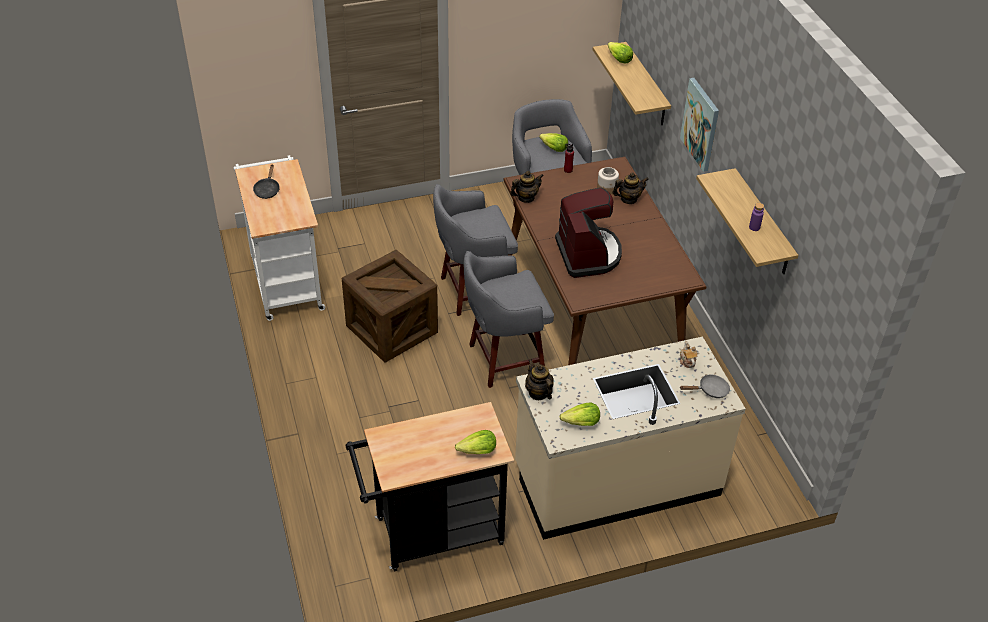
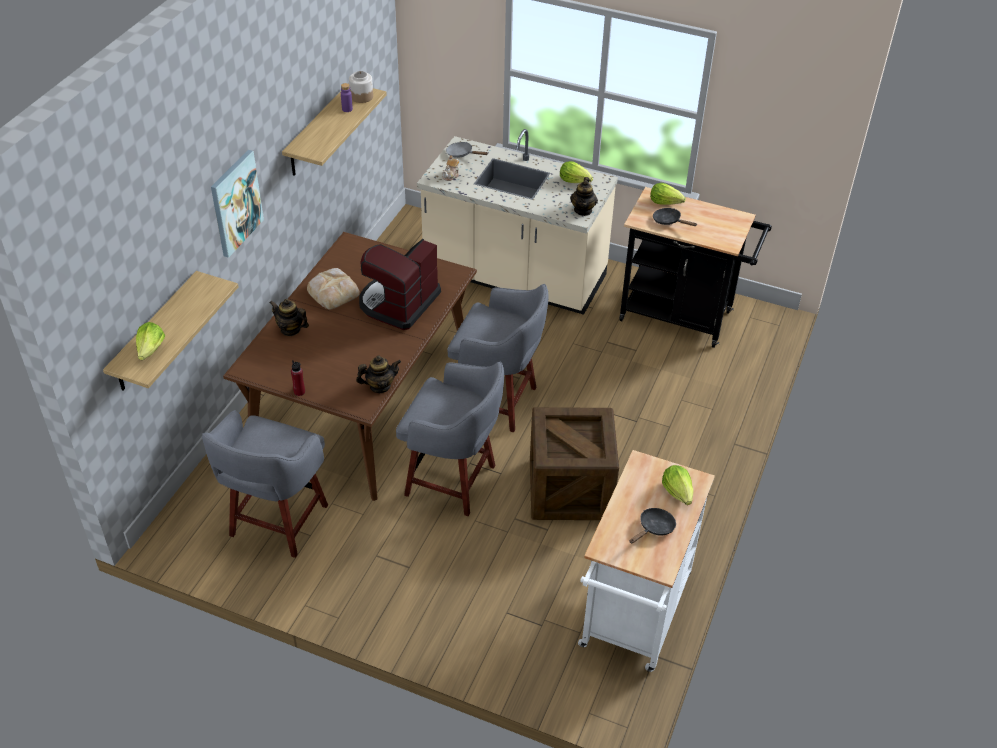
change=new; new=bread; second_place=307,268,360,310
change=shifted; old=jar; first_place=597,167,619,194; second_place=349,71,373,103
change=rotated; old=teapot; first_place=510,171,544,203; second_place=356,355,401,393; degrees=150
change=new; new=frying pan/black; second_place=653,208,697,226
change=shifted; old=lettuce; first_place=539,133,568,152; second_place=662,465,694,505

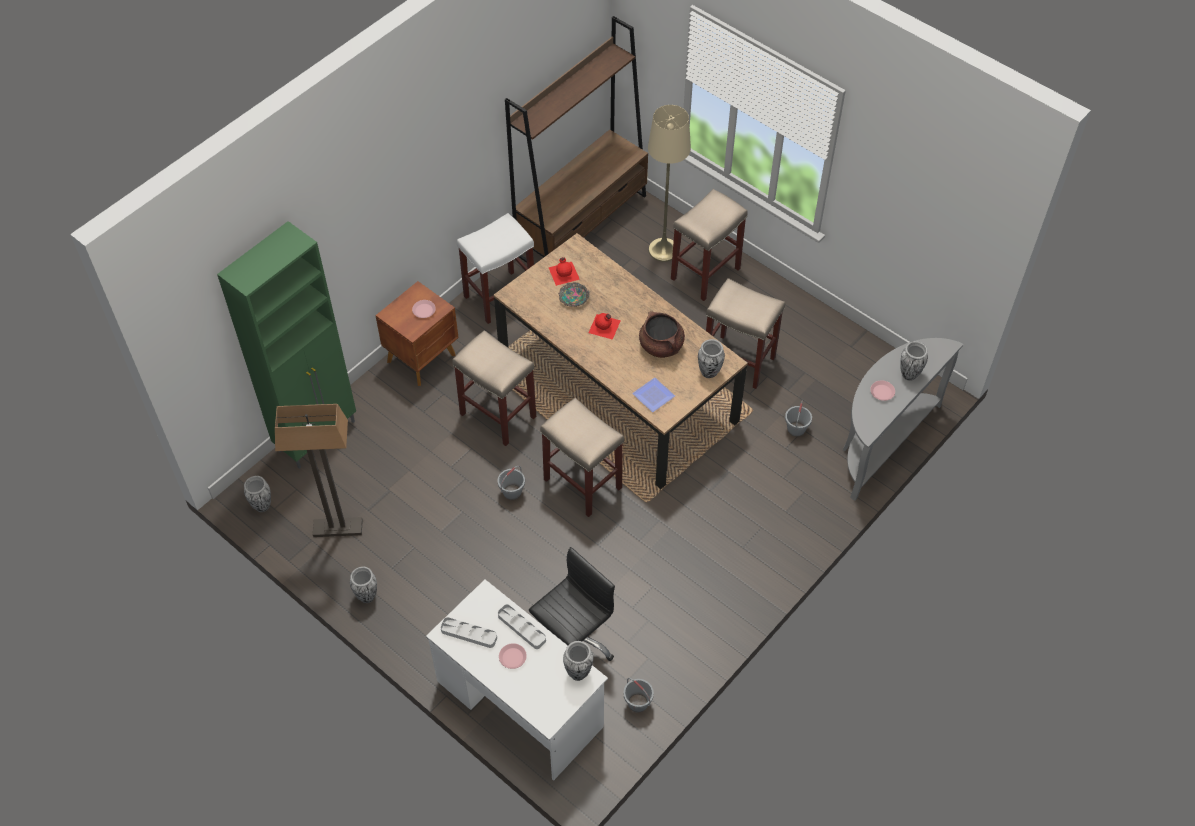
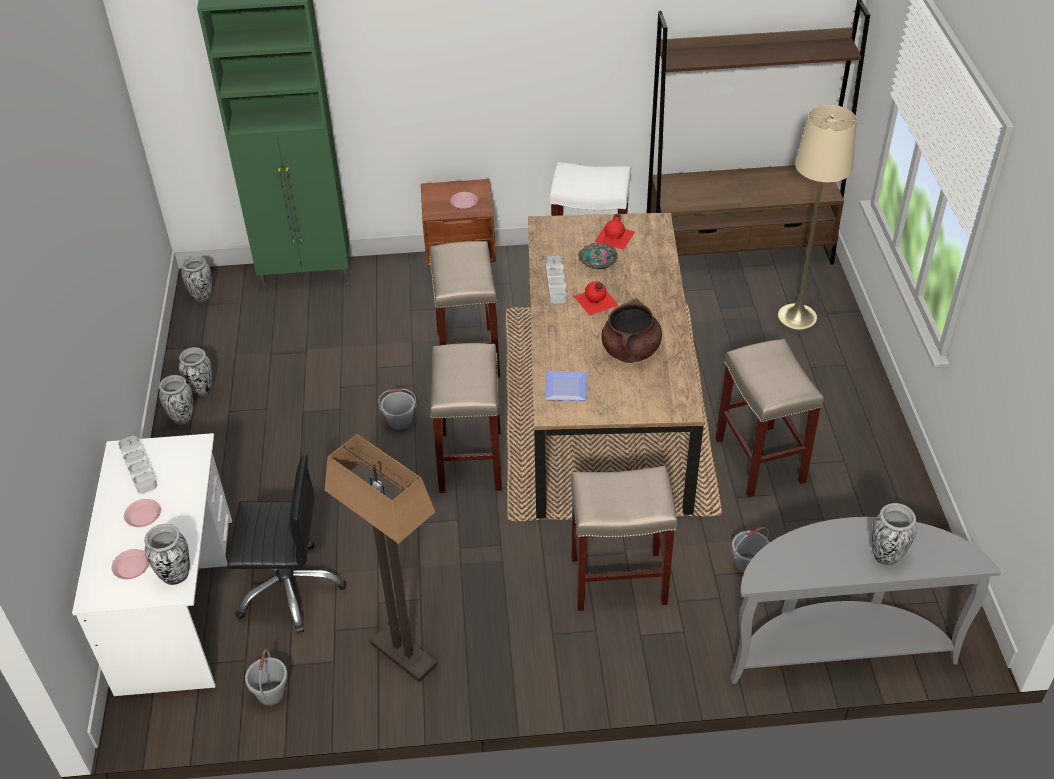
change=shifted; old=plate/pink; first_place=870,380,895,401; second_place=112,549,149,579
change=shifted; old=vase; first_place=698,339,725,378; second_place=179,347,213,396
change=shifted; old=floor lamp; first_place=275,404,363,537; second_place=325,434,438,683
change=shifted; old=tray/grey; first_place=498,604,546,649; second_place=545,256,567,304
change=shifted; old=stool/beige; first_place=671,189,748,301; second_place=570,466,677,611

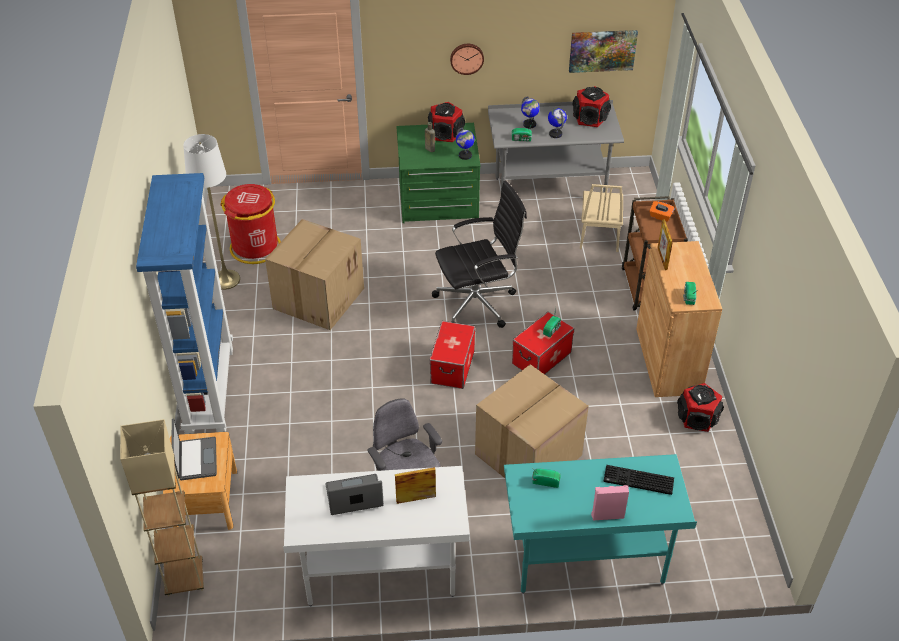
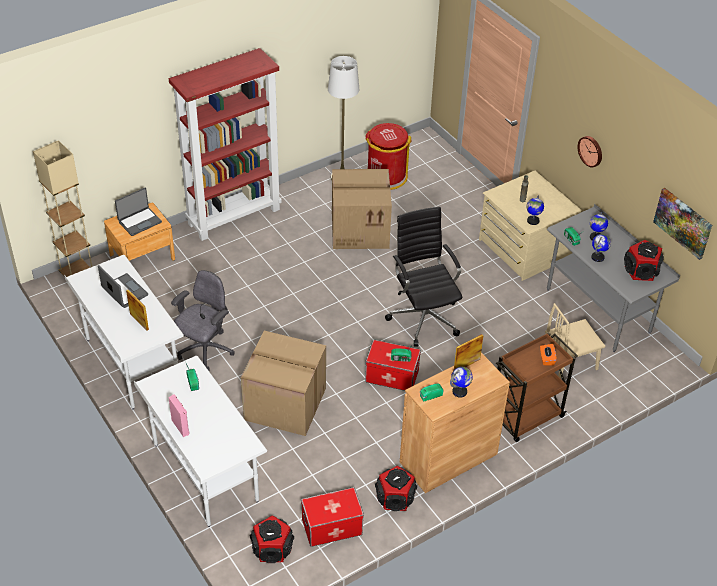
change=repainted; old=desk/turquoise; new=desk/white; first_place=504,454,697,594; second_place=134,356,267,527
change=repainted; old=bookcase/blue; new=bookcase/red; first_place=136,173,233,434; second_place=169,48,282,241
change=shifted; old=speaker; first_place=428,102,465,142; second_place=250,515,294,563
change=shifted; old=storage box; first_place=429,321,475,389; second_place=301,487,364,547
change=rotated; old=office chair/black; first_place=432,181,527,328; second_place=385,207,462,347; degrees=-150
change=new; new=globe; second_place=450,367,473,398
change=repainted; old=dresser/green; new=dresser/beige; first_place=396,123,481,223; second_place=479,171,582,281
change=gone; old=keyboard; first_place=603,465,674,495

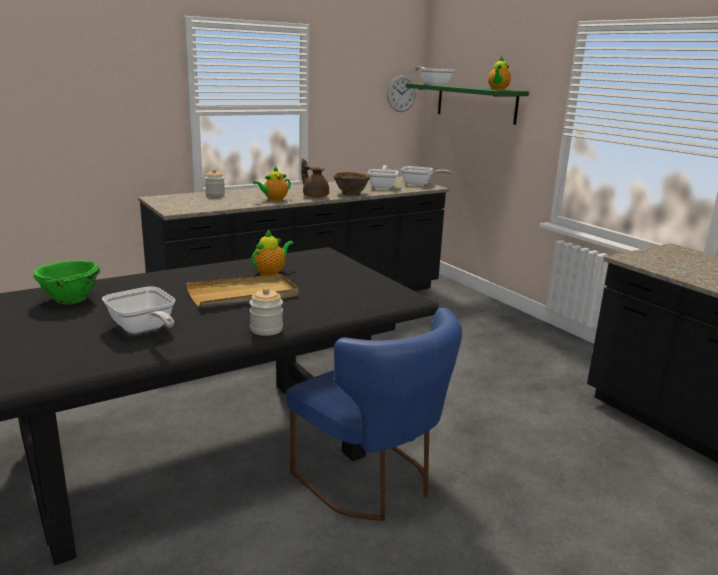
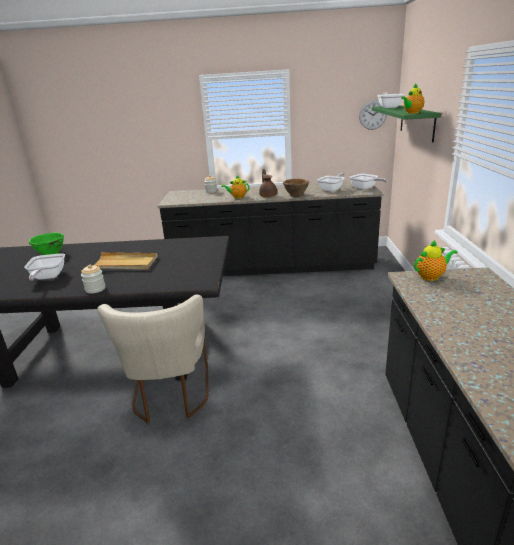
change=repainted; old=chair/blue; new=chair/beige; first_place=286,308,462,521; second_place=97,295,209,424
change=shifted; old=teapot; first_place=251,229,294,276; second_place=414,240,458,281

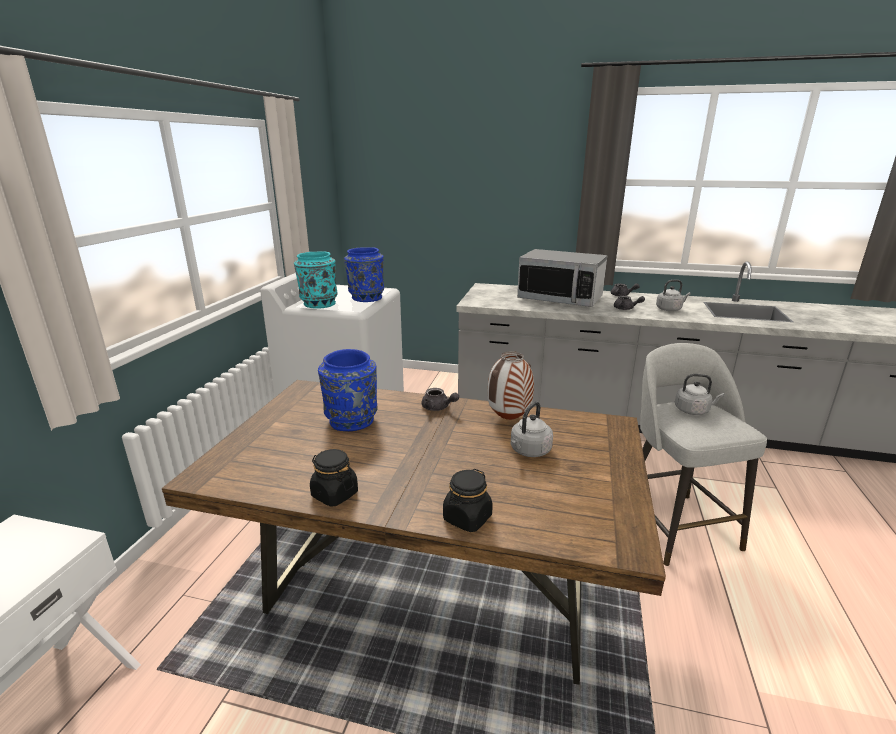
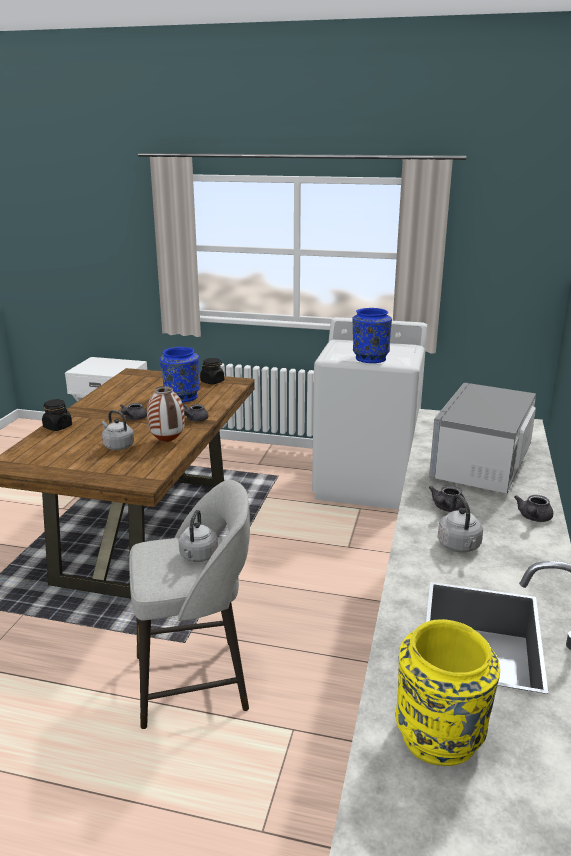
change=new; new=teapot/grey; second_place=120,403,147,420
change=shifted; old=jar/black; first_place=310,449,358,507; second_place=200,358,224,384
change=new; new=vase/yellow; second_place=396,619,500,766
change=gone; old=vase/turquoise; first_place=294,251,338,309

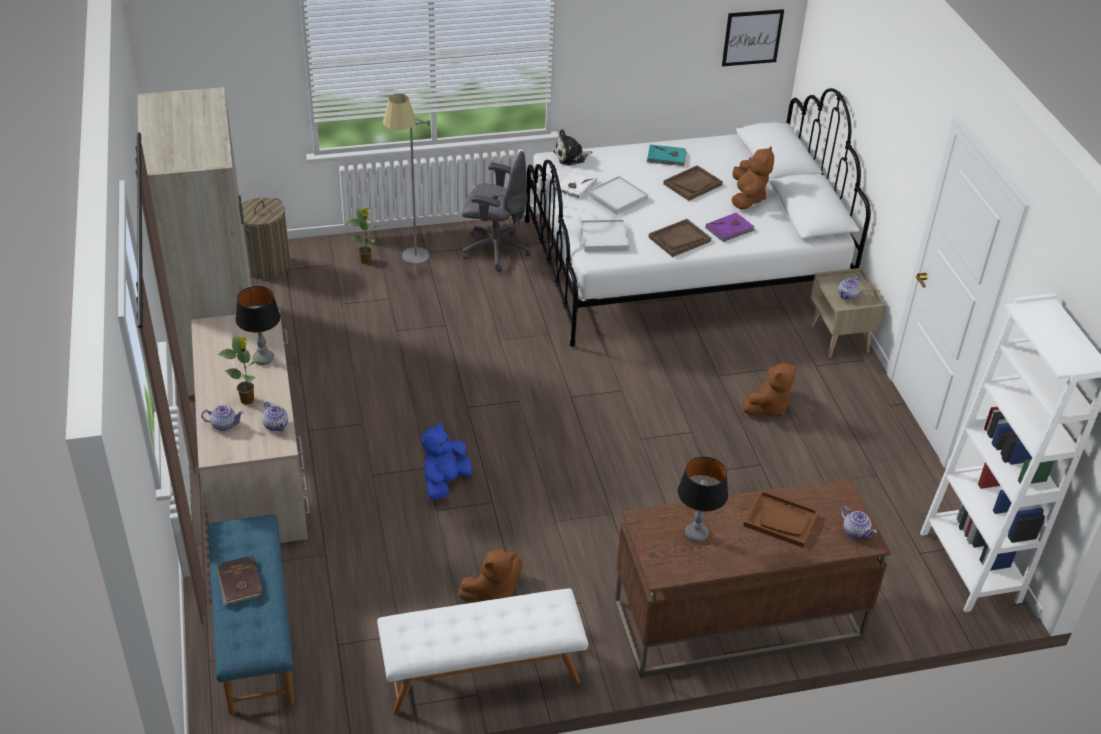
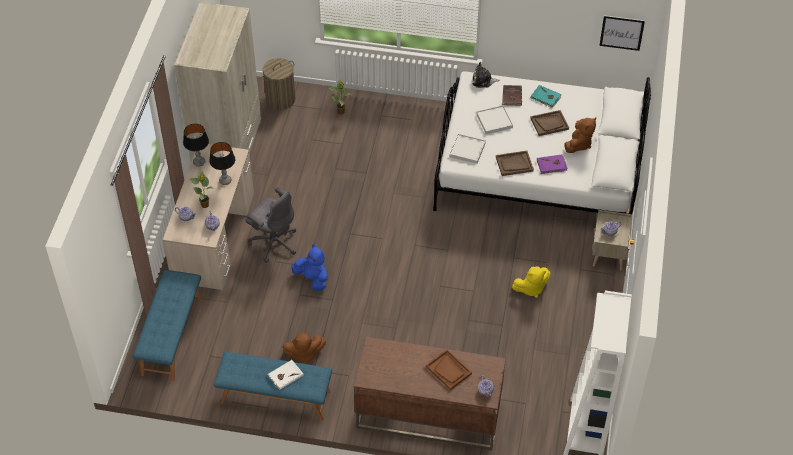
change=shifted; old=table lamp; first_place=678,457,728,542; second_place=183,124,209,167
change=repainted; old=bench/white; new=bench/blue; first_place=377,588,588,715; second_place=214,352,332,421
change=shifted; old=office chair/grey; first_place=462,151,531,272; second_place=245,187,296,263
change=shifted; old=book/white; first_place=555,169,597,199; second_place=267,360,304,390
change=rotated; old=plush toy/blue; first_place=421,423,472,500; second_place=292,244,328,291; degrees=75
change=shifted; old=book/brown; first_place=216,555,264,605; second_place=502,85,522,106
change=repainted; old=plush toy/brown; new=plush toy/yellow; first_place=743,363,798,416; second_place=512,266,551,298
change=gone; old=floor lamp/grey; first_place=383,94,430,264

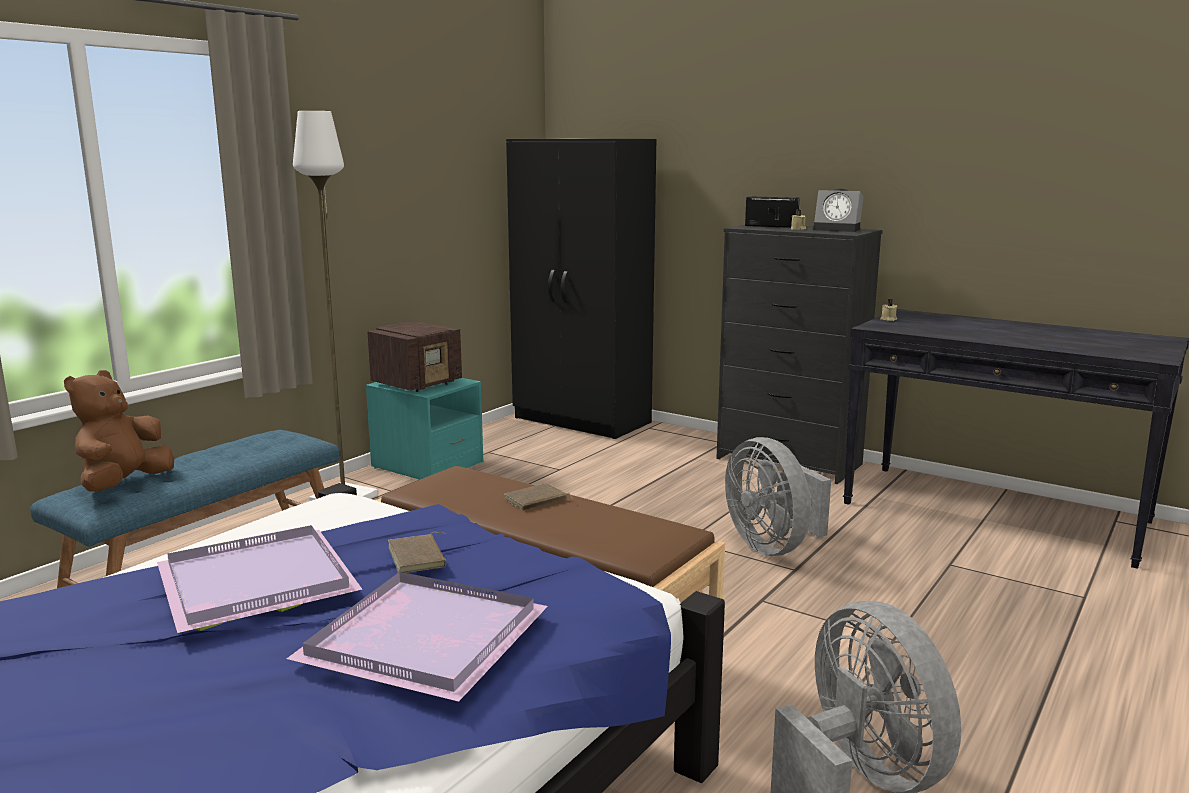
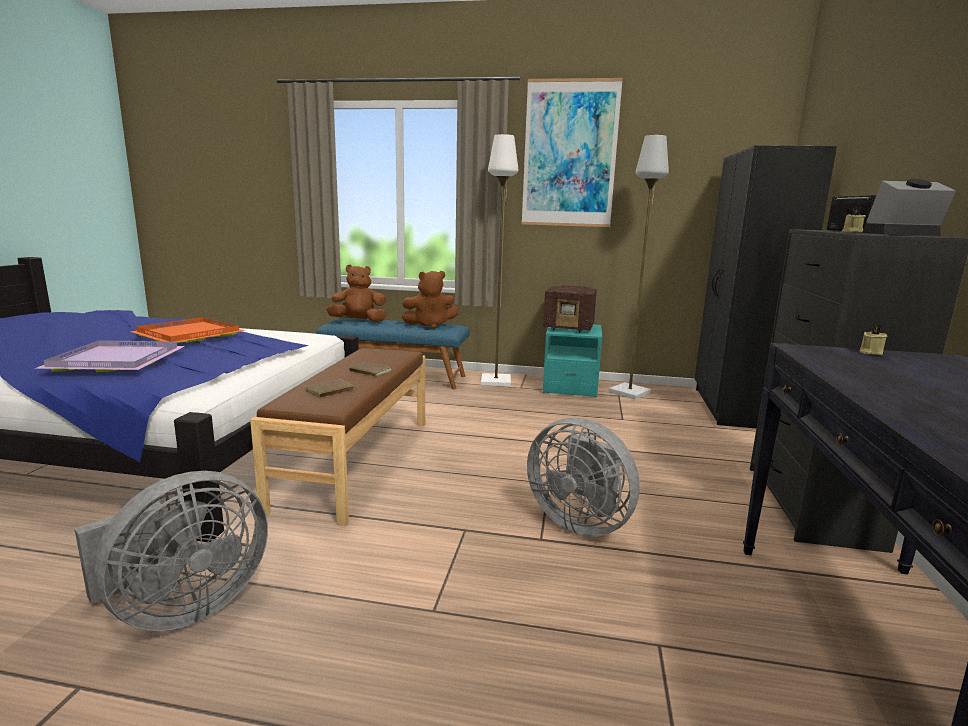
change=repainted; old=tray/purple; new=tray/orange; first_place=157,525,363,633; second_place=130,317,246,343
change=shifted; old=book/brown; first_place=388,532,447,573; second_place=305,379,358,398
change=new; new=plush toy/brown; second_place=402,271,459,329
change=new; new=picture; second_place=521,78,623,227
change=rotated; old=fan/grey; first_place=725,437,831,556; second_place=527,418,640,537; degrees=-90
change=new; new=floor lamp/grey; second_place=609,135,669,399
change=rotated; old=alarm clock; first_place=813,189,864,232; second_place=862,179,956,236; degrees=90

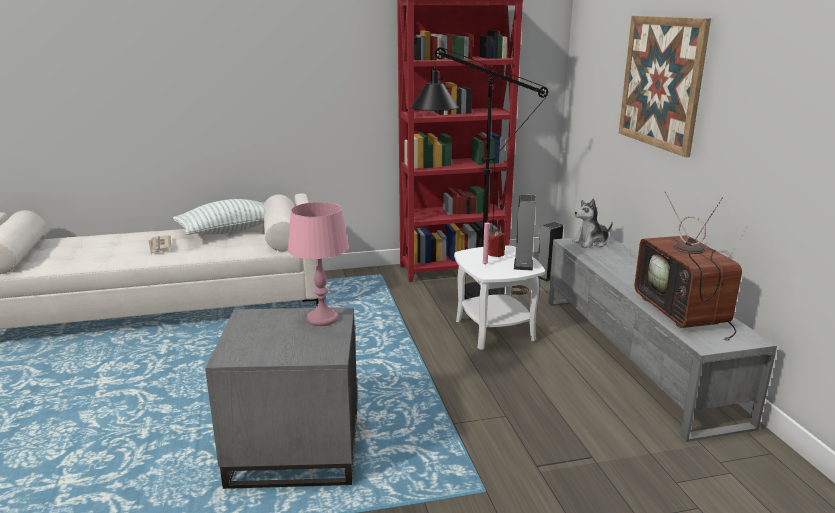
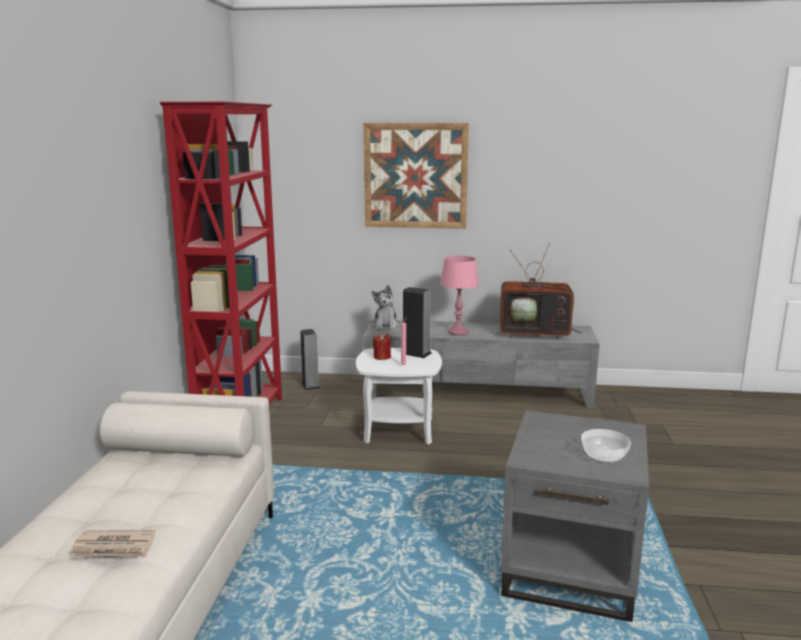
change=shifted; old=table lamp/pink; first_place=287,202,349,326; second_place=440,256,479,335
change=new; new=bowl; second_place=581,429,631,463
change=gone; old=pillow; first_place=173,199,267,235
change=gone; old=floor lamp/black; first_place=410,47,548,300

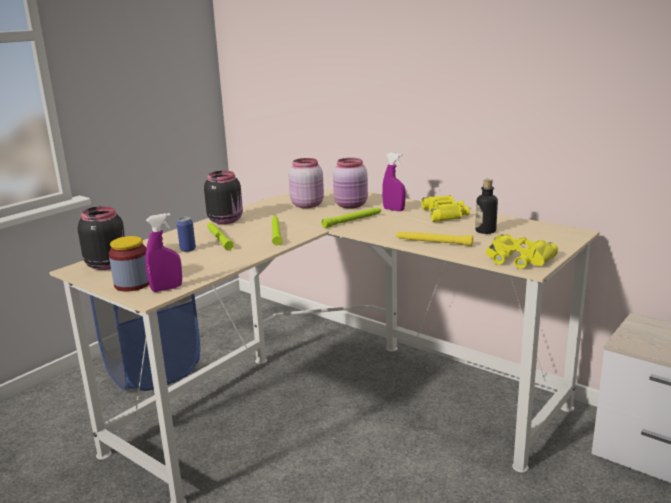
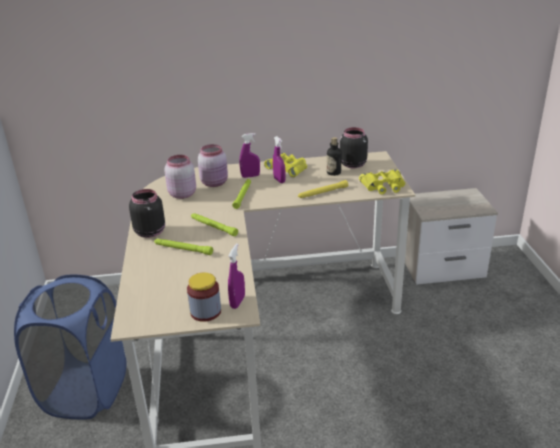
change=new; new=spray bottle/purple; second_place=273,136,286,183
change=shifted; old=jar/black; first_place=78,206,125,270; second_place=340,127,368,169
change=gone; old=can; first_place=177,217,196,252

